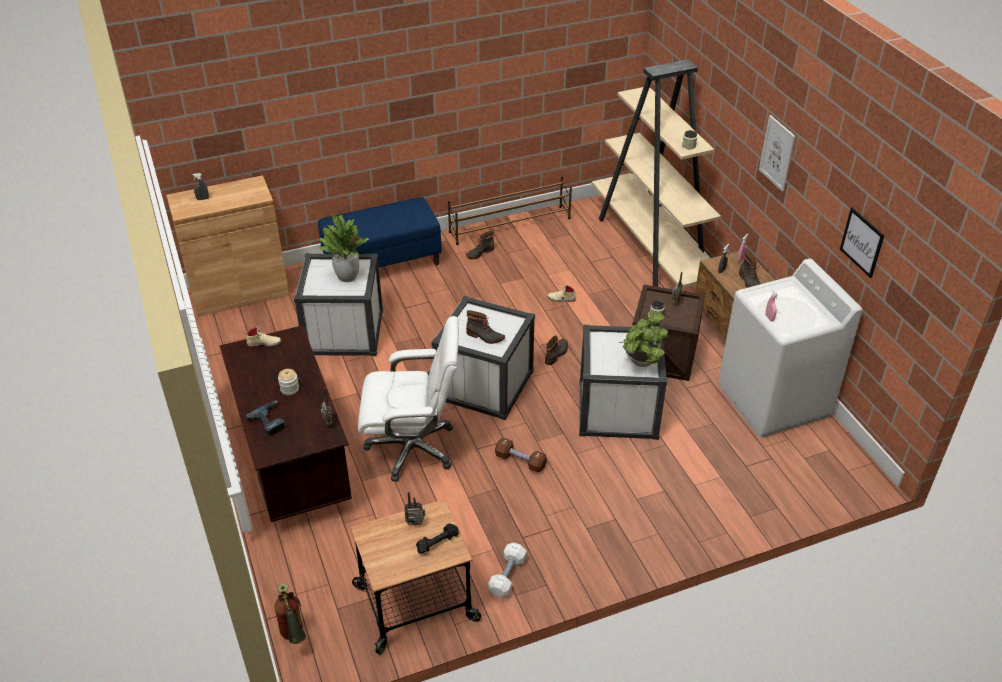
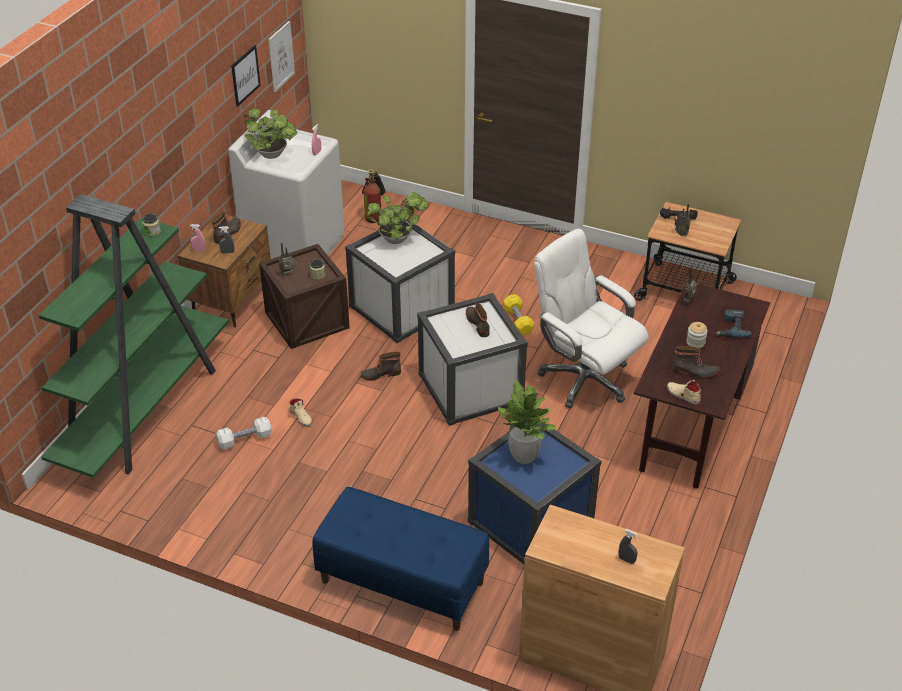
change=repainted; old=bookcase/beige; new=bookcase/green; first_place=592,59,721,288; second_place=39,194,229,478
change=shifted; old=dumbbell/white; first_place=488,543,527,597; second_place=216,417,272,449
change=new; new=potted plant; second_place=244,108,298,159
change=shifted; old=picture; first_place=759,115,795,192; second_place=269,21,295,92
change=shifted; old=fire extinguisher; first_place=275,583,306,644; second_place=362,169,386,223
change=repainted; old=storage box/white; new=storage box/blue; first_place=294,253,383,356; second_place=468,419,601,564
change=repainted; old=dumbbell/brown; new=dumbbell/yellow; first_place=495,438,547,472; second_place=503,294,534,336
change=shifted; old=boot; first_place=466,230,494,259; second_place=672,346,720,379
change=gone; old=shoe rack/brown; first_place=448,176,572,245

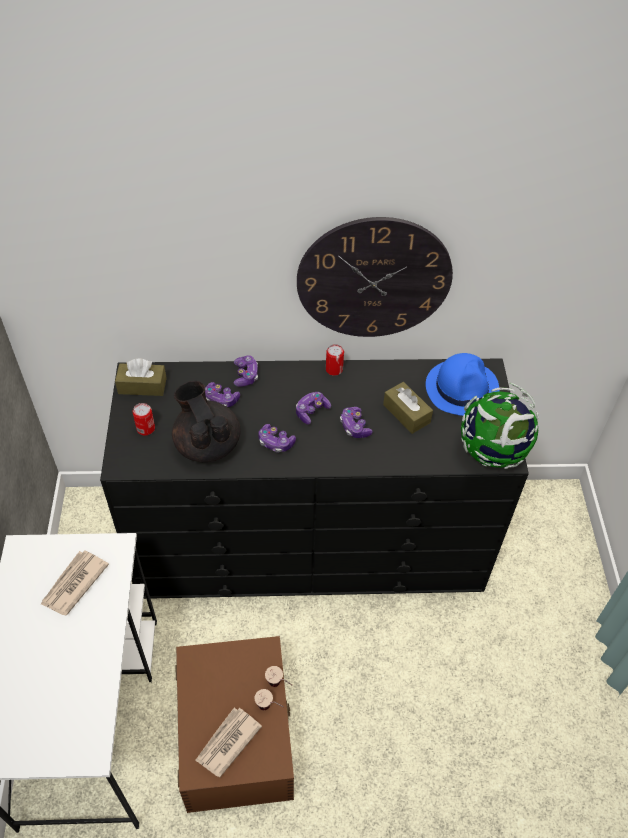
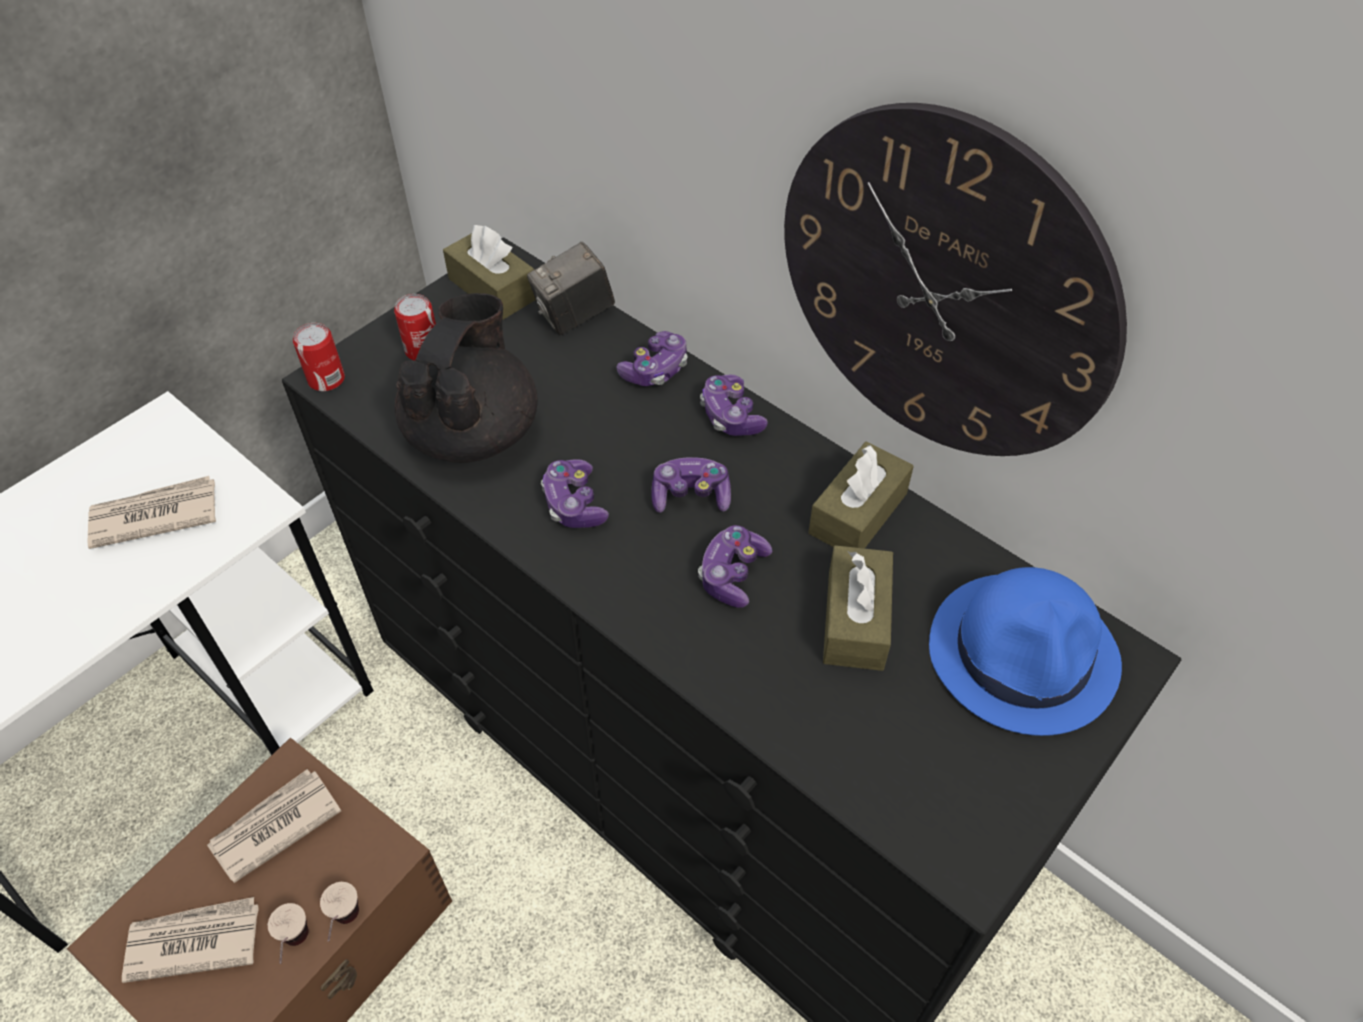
change=new; new=newspaper; second_place=207,769,341,883
change=shifted; old=can; first_place=326,344,344,376; second_place=293,323,345,391
change=new; new=photo camera; second_place=527,242,615,335
change=shifted; old=game controller; first_place=205,382,240,407; second_place=700,375,768,436
change=new; new=tissue box/brown; second_place=808,442,914,548
change=gone; old=globe; first_place=461,383,539,469

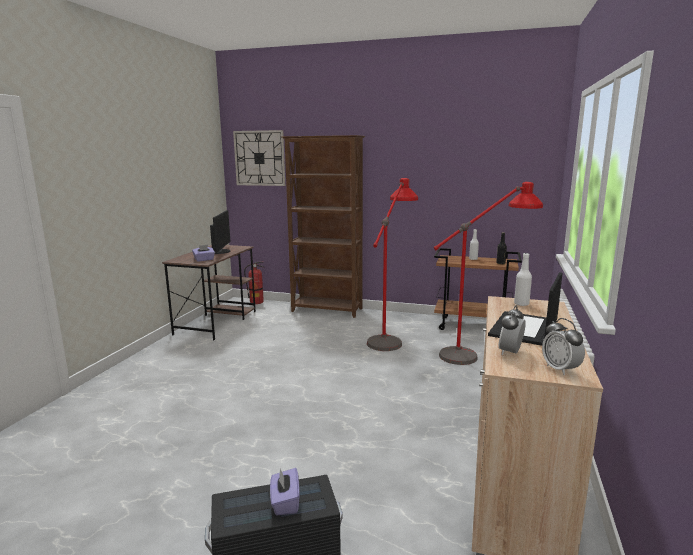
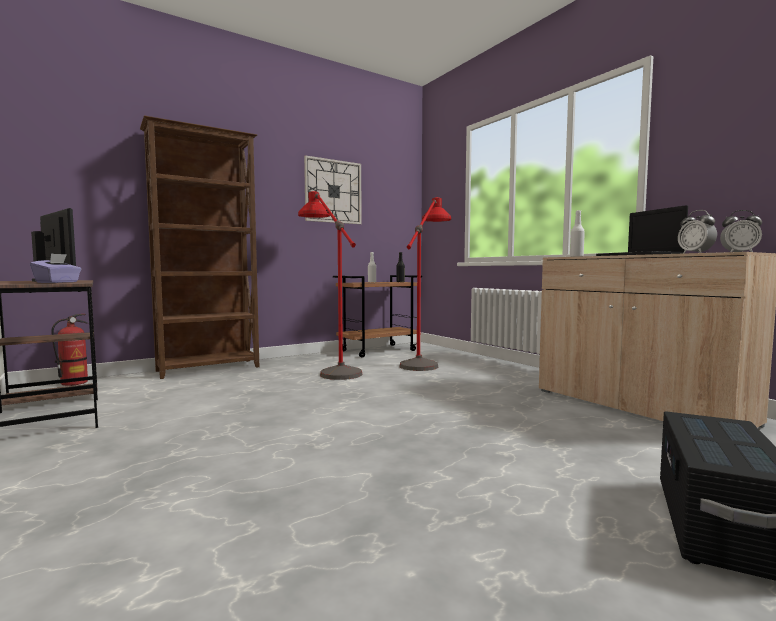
change=shifted; old=wall clock; first_place=233,130,285,186; second_place=304,155,362,224
change=gone; old=tissue box/purple; first_place=270,468,300,515

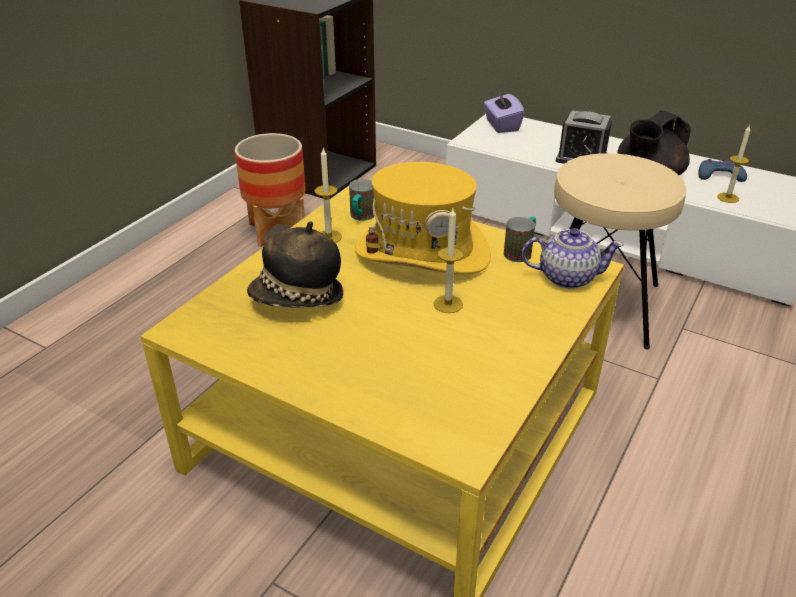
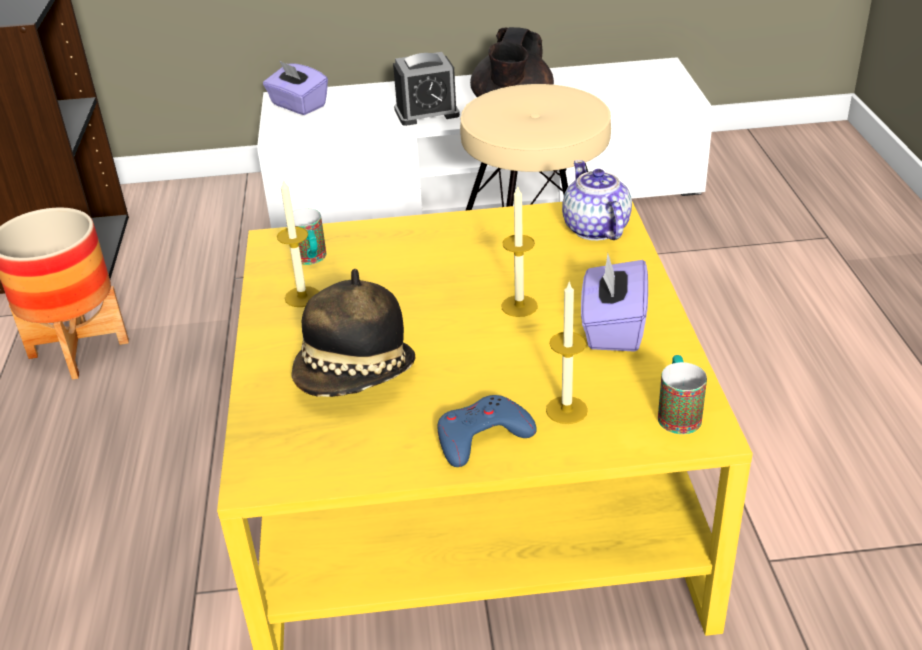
change=shifted; old=game controller/blue; first_place=698,159,747,182; second_place=437,395,537,467
change=shifted; old=candle; first_place=717,125,751,203; second_place=546,281,588,424
change=rotated; old=teapot; first_place=522,228,624,289; second_place=562,160,632,241; degrees=-75
change=new; new=tissue box/purple; second_place=581,253,648,352
change=shifted; old=mug; first_place=504,216,536,262; second_place=658,355,707,434
change=gone; old=hat/yellow; first_place=355,162,491,274

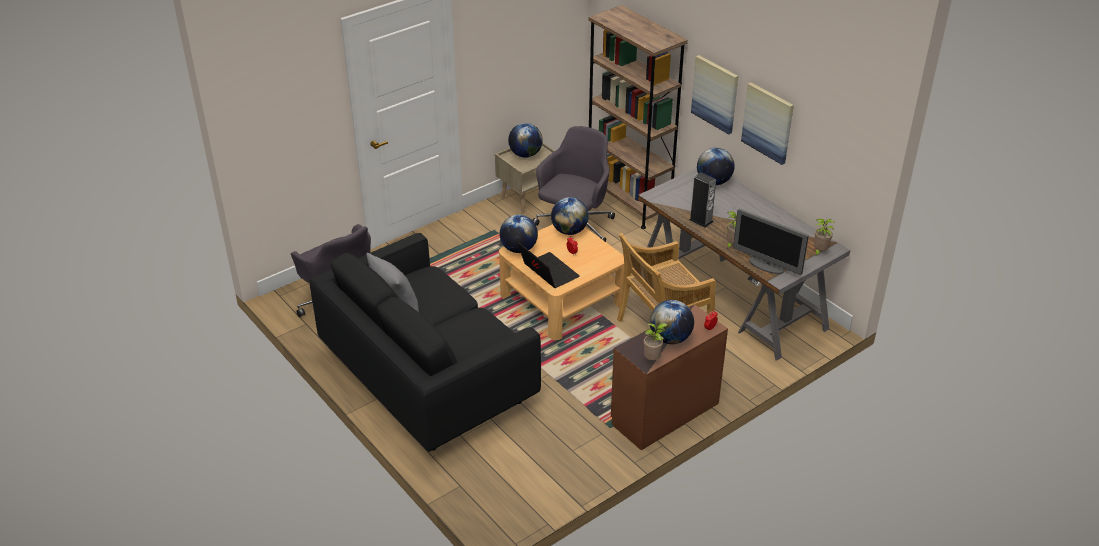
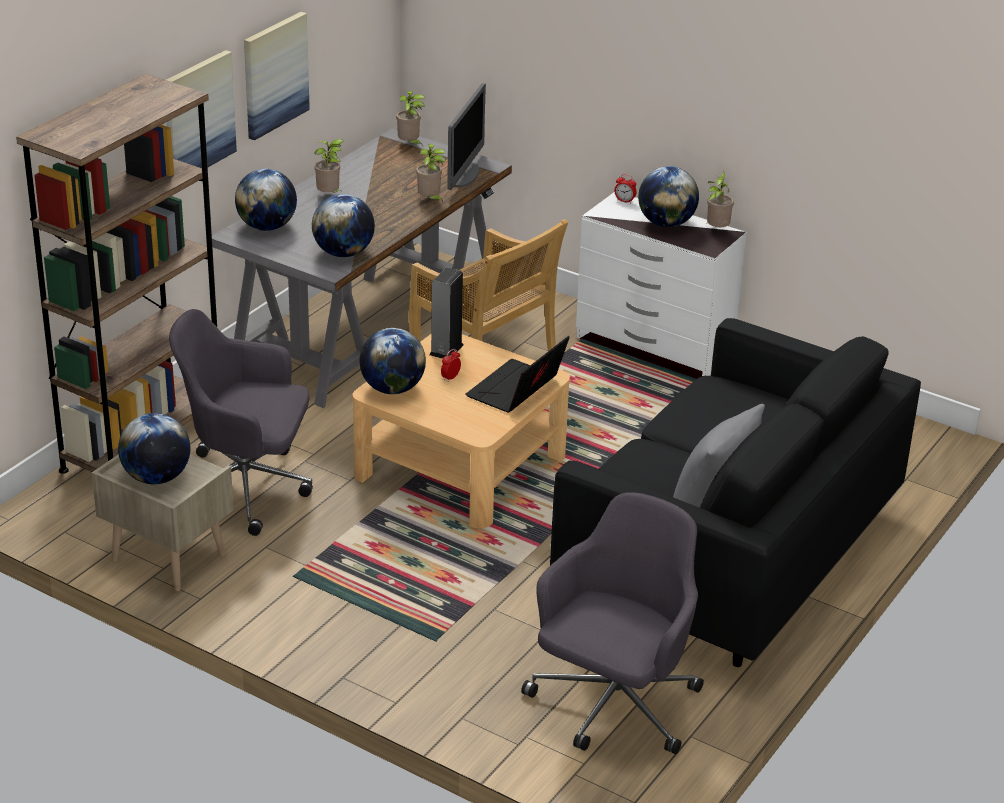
change=shifted; old=globe; first_place=500,215,538,253; second_place=312,194,375,257
change=new; new=potted plant; second_place=314,139,344,193
change=shifted; old=speaker; first_place=689,172,716,228; second_place=429,267,464,359
change=repainted; old=dresser/brown; new=dresser/white; first_place=611,304,728,450; second_place=576,192,747,379

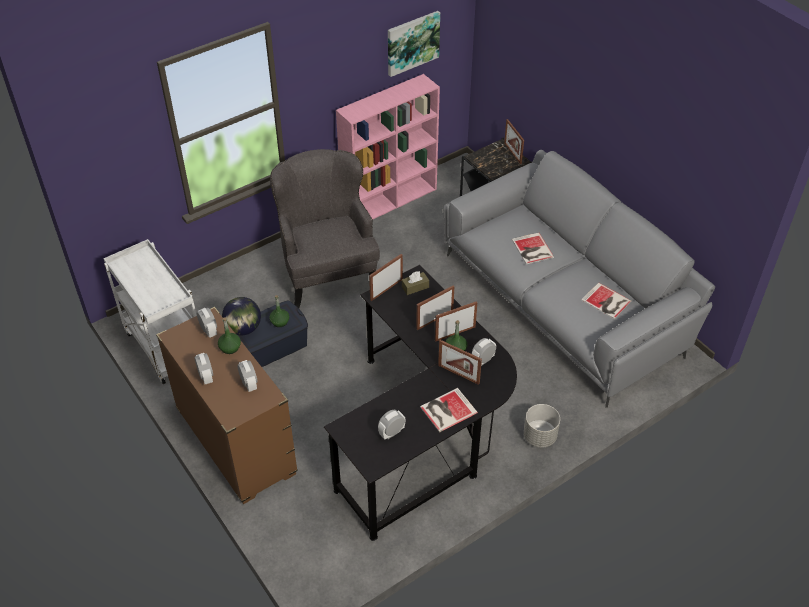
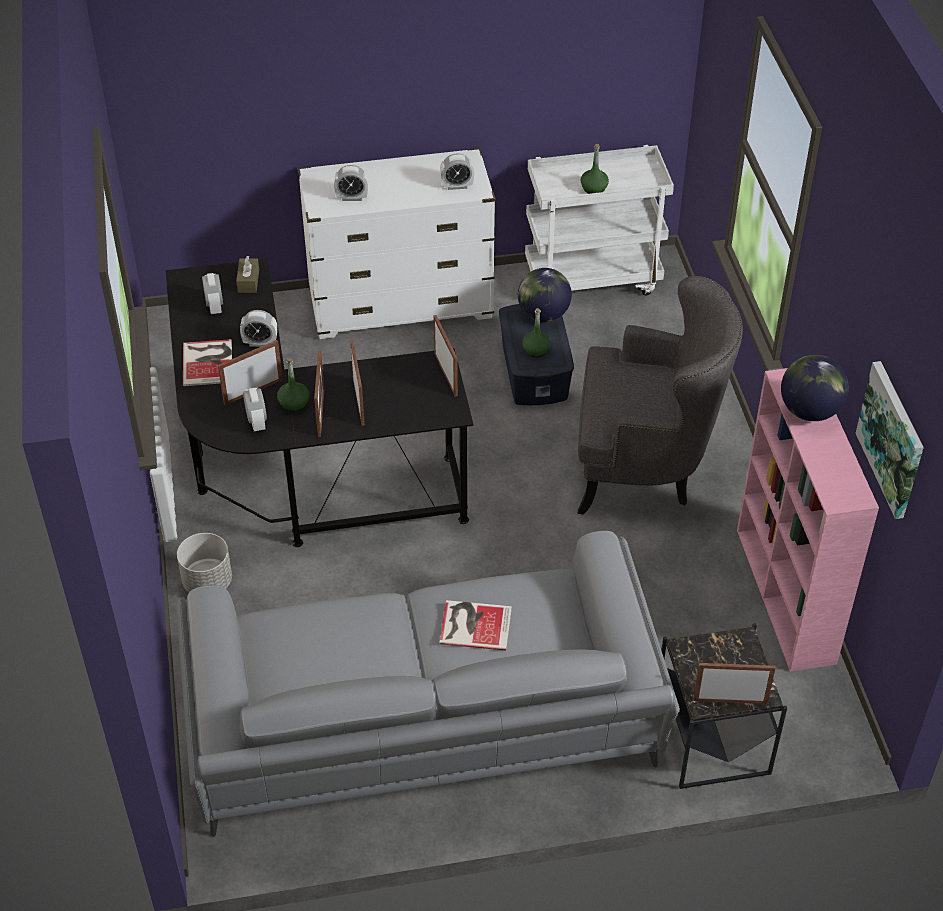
change=shifted; old=tissue box/brown; first_place=402,271,429,295; second_place=236,256,259,293
change=shifted; old=alarm clock; first_place=194,353,213,384; second_place=240,310,277,347
change=repainted; old=dresser/brown; new=dresser/white; first_place=156,307,298,504; second_place=298,148,496,339
change=shifted; old=bottle/green; first_place=218,317,241,354; second_place=581,144,609,194
change=new; new=globe; second_place=781,355,849,421
change=gone; old=book; first_place=581,282,632,319

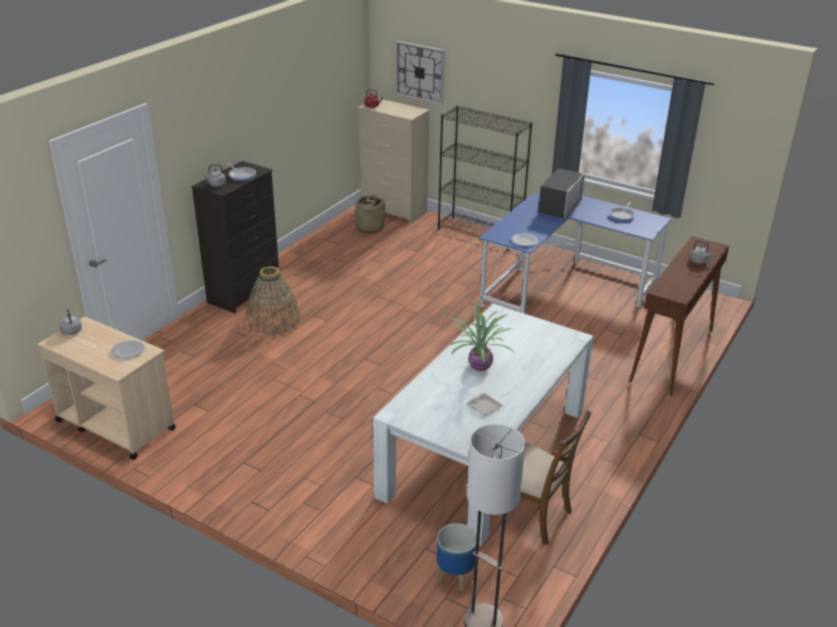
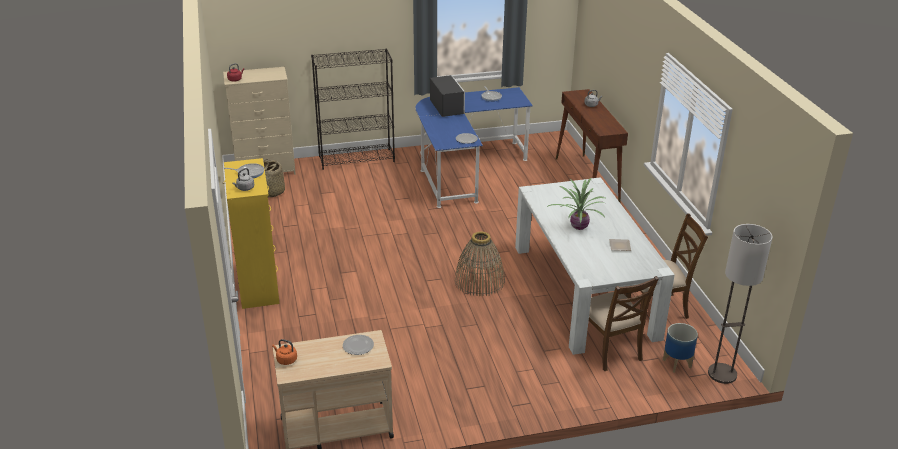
change=repainted; old=dresser/black; new=dresser/yellow; first_place=191,161,279,313; second_place=223,158,280,309
change=repainted; old=kettle/grey; new=kettle/orange; first_place=59,308,82,335; second_place=272,339,297,365
change=shifted; old=basket; first_place=246,266,301,335; second_place=455,232,505,296
change=new; new=chair/brown; second_place=589,276,658,371
change=gone; old=wall clock; first_place=396,41,445,105

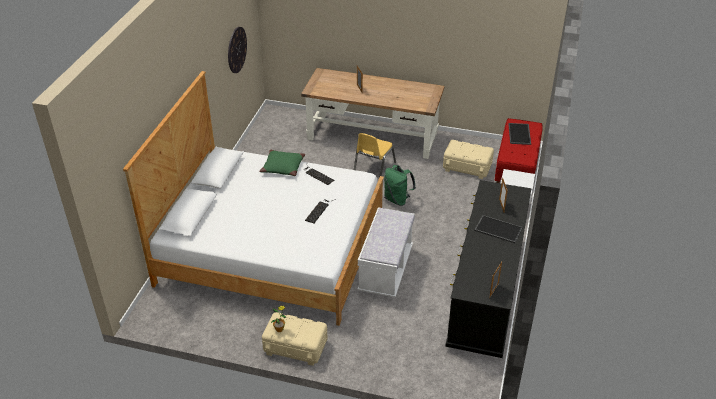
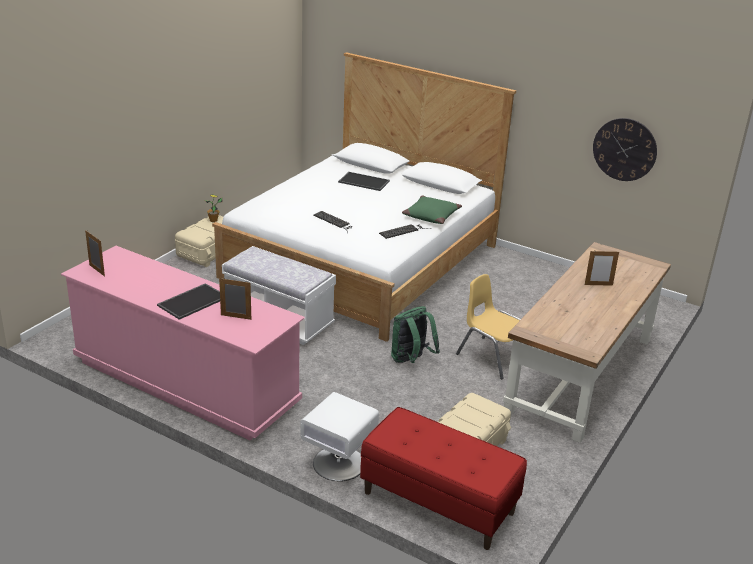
change=repainted; old=dresser/black; new=dresser/pink; first_place=445,180,531,358; second_place=61,246,305,440
change=shifted; old=tray; first_place=508,123,531,145; second_place=338,172,390,191

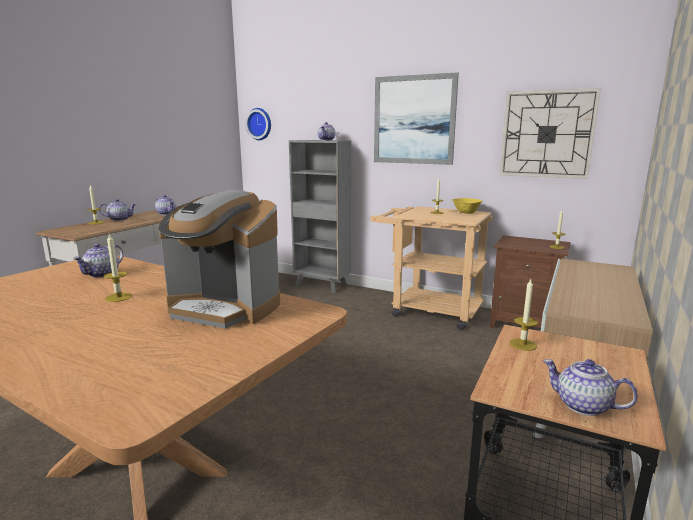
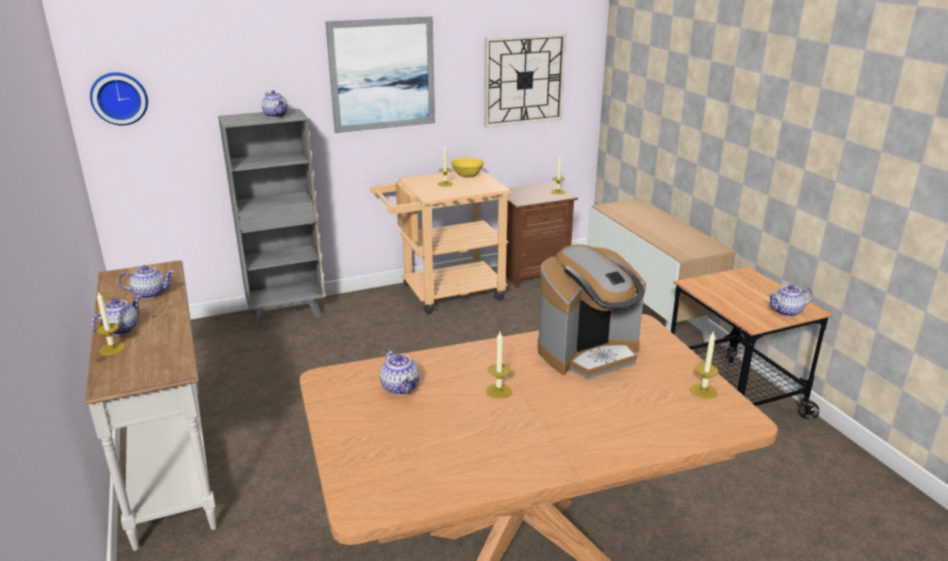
change=shifted; old=candle; first_place=509,279,538,351; second_place=690,330,719,399

